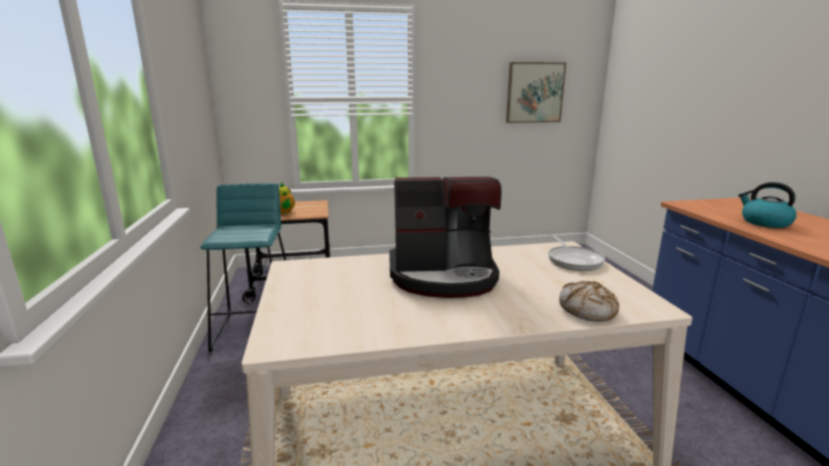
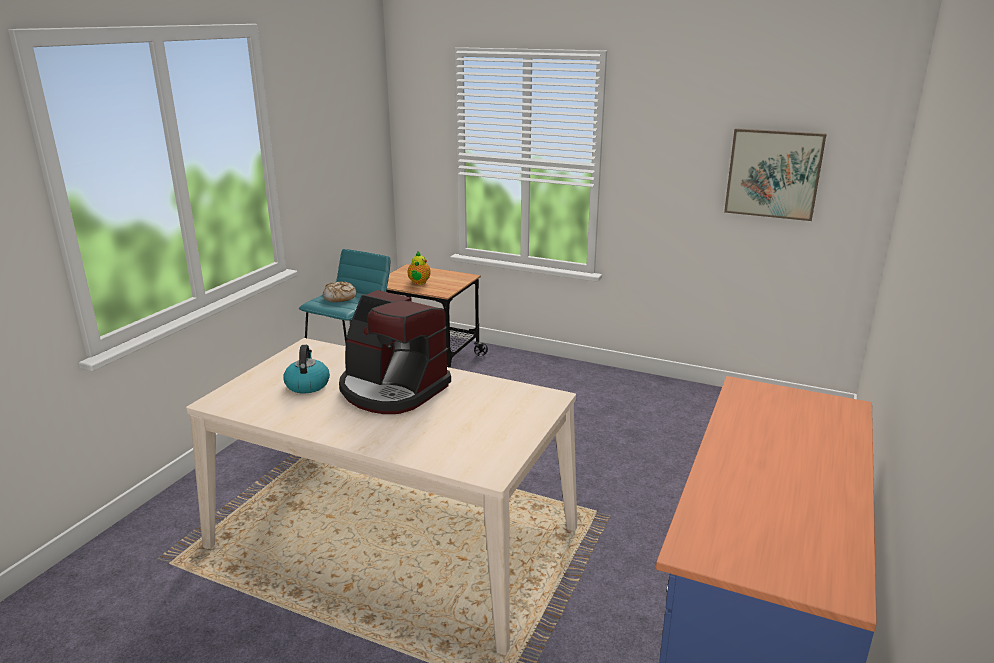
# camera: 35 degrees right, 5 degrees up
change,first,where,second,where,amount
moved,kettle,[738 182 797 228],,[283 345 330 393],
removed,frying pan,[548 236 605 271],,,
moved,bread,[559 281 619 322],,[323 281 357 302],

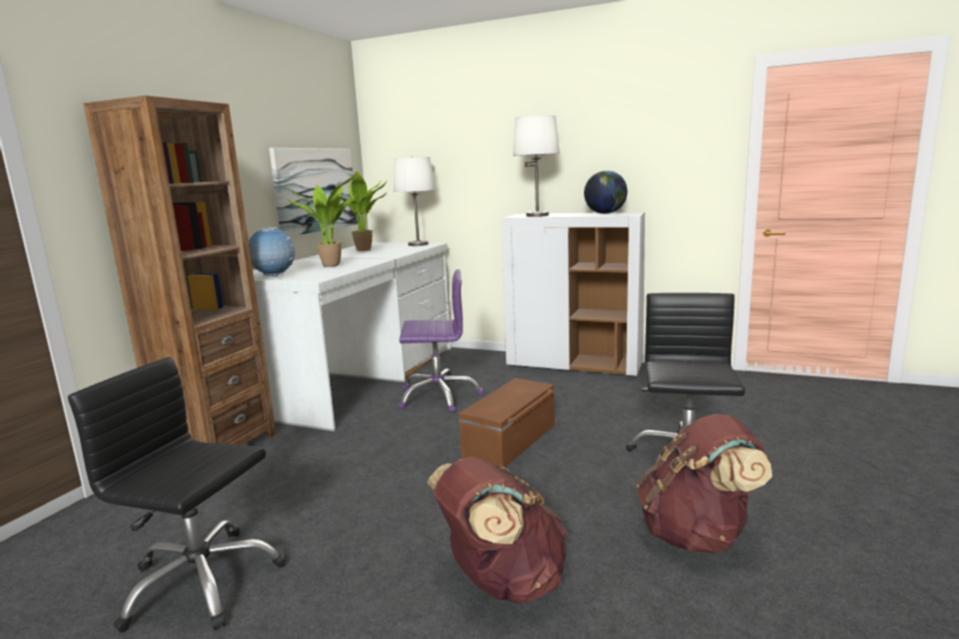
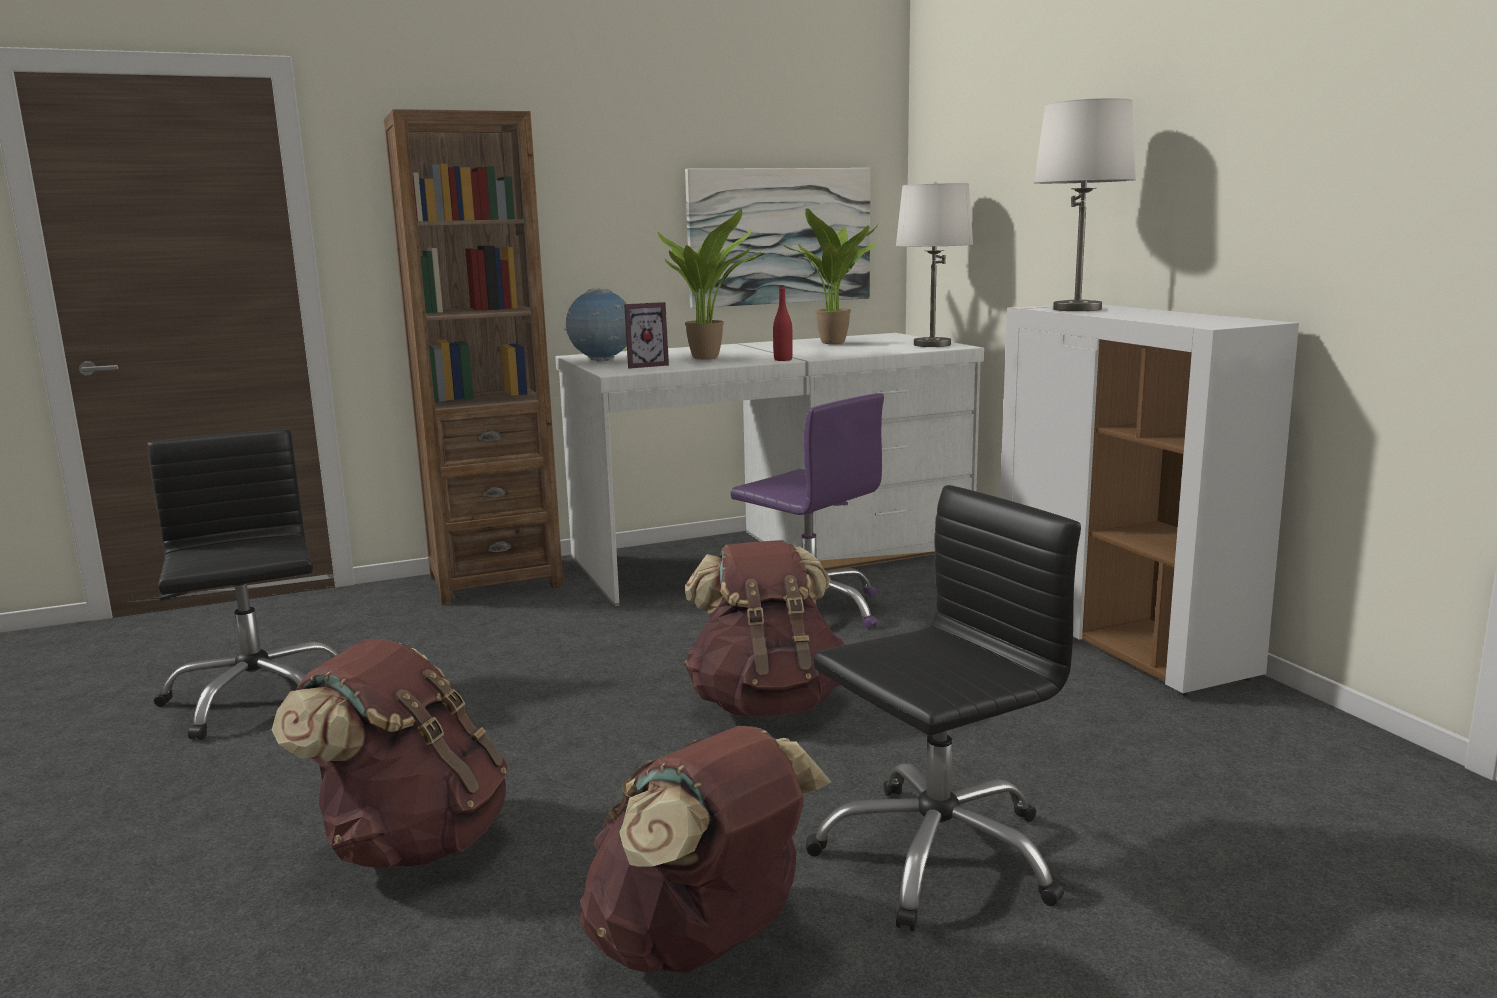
# camera: 45 degrees right, 0 degrees up
change,first,where,second,where,amount
removed,world globe,[584 171 627 214],,,
replaced,storage box (brownish),[459 378 555 467],rucksack (brownish),[684 540 845 717],
added,,,beverage bottle (red-coloured),[773 285 793 361],
added,,,picture frame,[624 302 669 369],

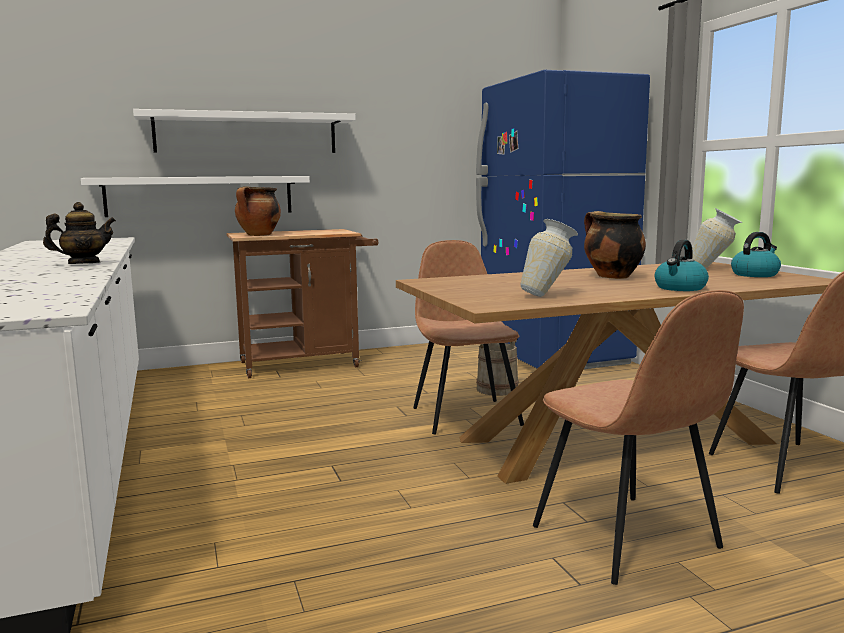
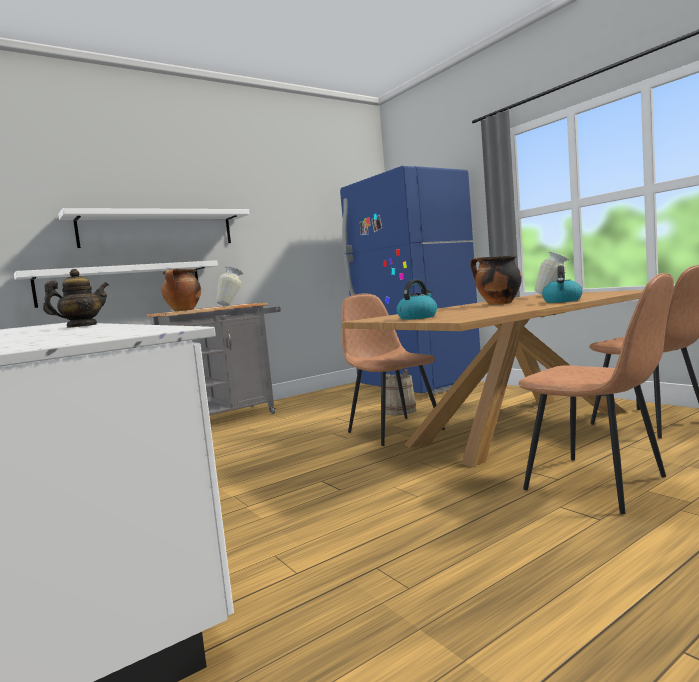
# camera: 15 degrees left, 5 degrees down
change,first,where,second,where,amount
moved,vase,[520 219 578 297],,[216 266 243 306],
recoloured,trolley (brownish),[226 229 378 378],trolley (grey),[147 303 281 415],
moved,kettle,[731 232 781 277],,[397 279 437 320],

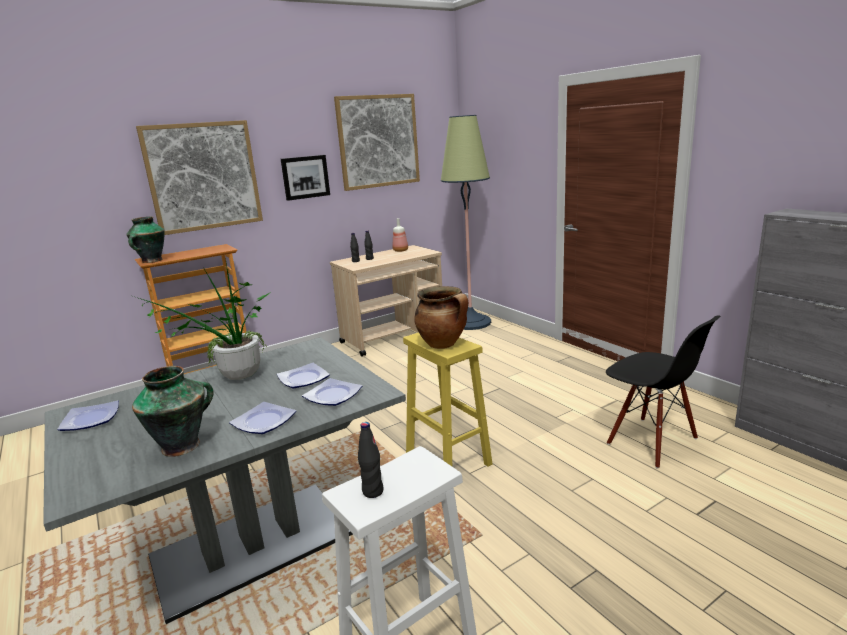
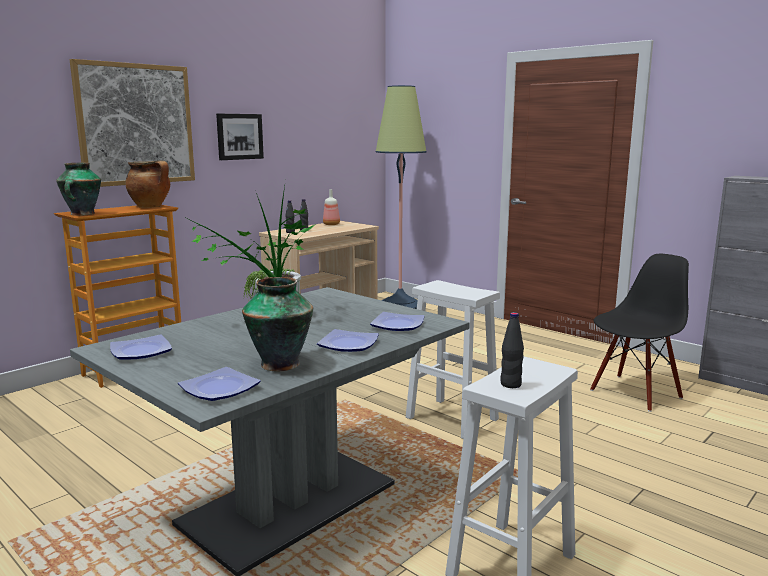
# camera: 15 degrees left, 5 degrees down
change,first,where,second,where,amount
removed,wall picture,[334 94 420 191],,,
moved,saucepot,[414 286 468 349],,[126 161 170 208],
turned,plain chair (blackish),[606 316 720 469],,[590 254 689 412],75 degrees counterclockwise
recoloured,sitting stool (yellow-coloured),[403 332 492 467],sitting stool (white-coloured),[406 280 500 439],
moved,plate,[277 363 330 388],,[178 367 261 401],

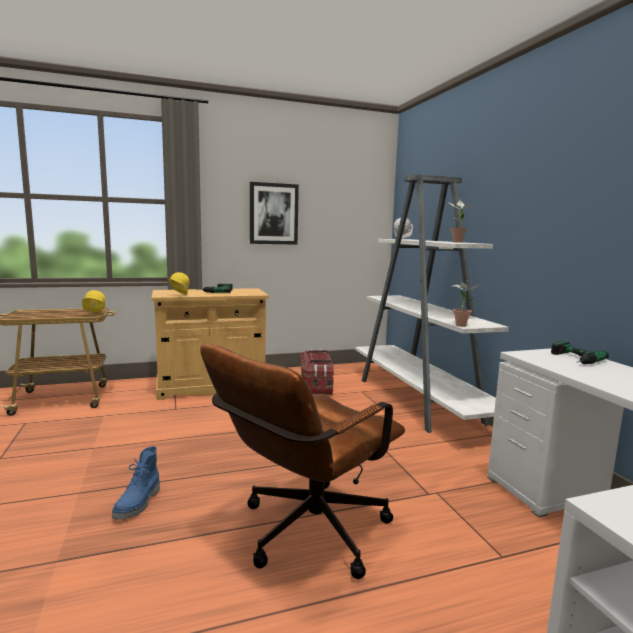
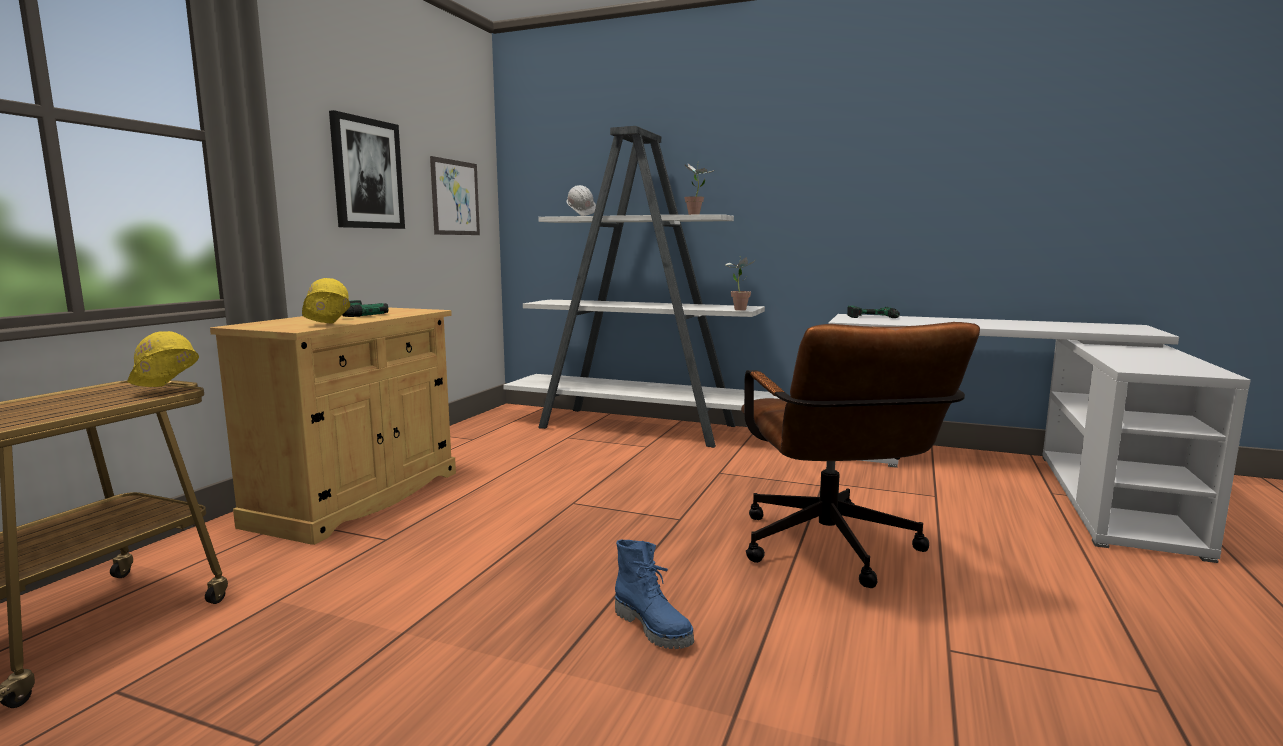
# camera: 50 degrees left, 0 degrees up
change,first,where,second,where,amount
removed,storage box,[300 349 334 395],,,
added,,,wall picture,[430 156 480 235],

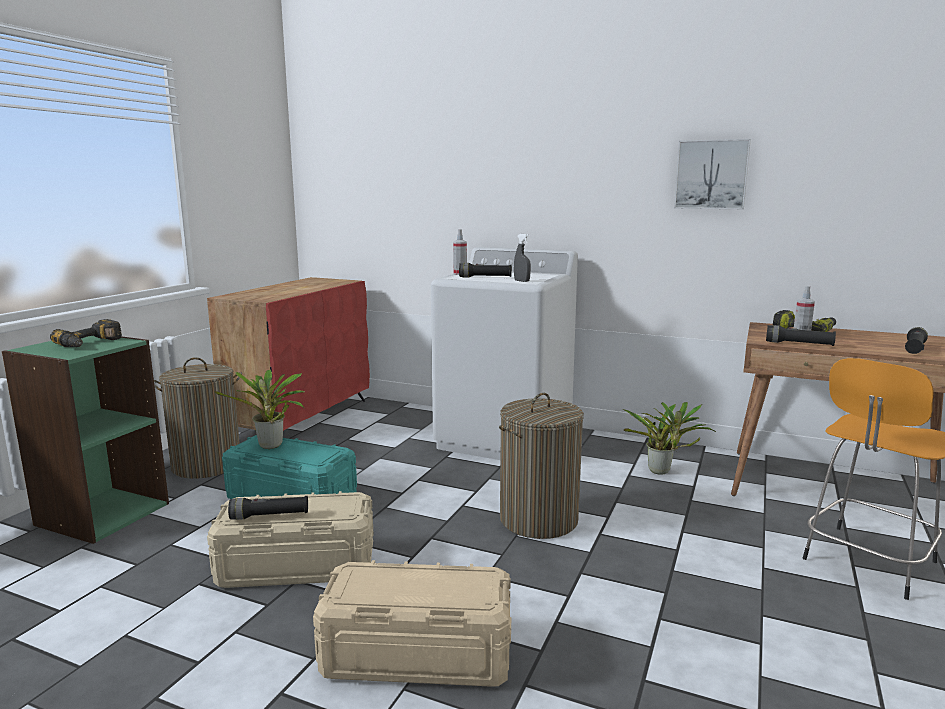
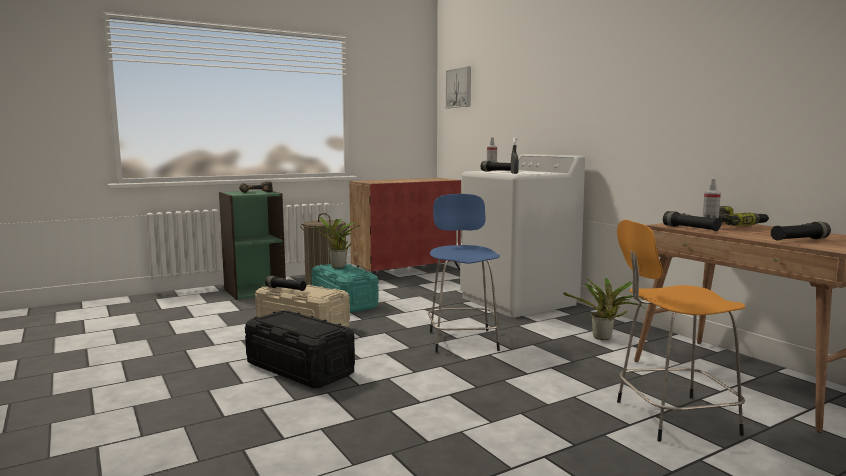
# camera: 35 degrees right, 5 degrees down
change,first,where,second,where,amount
moved,wall picture,[674 139 751 209],,[445 66 471 108],
replaced,laundry basket,[499 393 584 539],sitting stool (bluish),[428 194 500 353],
recoloured,storage box (sand-coloured),[313 560 511 687],storage box (blackish),[245 310 355 388],

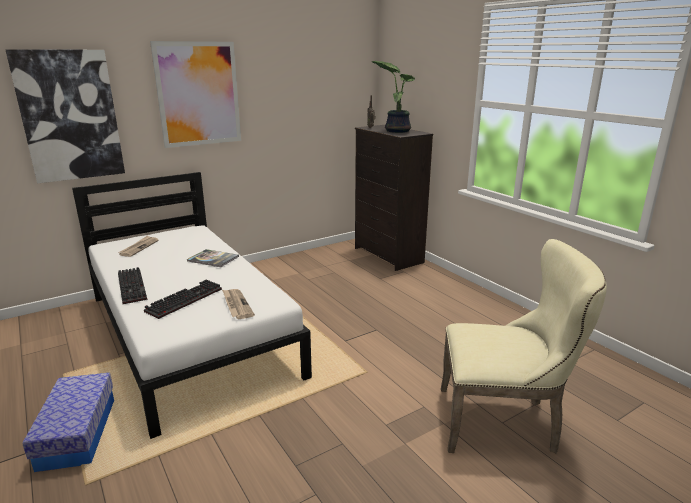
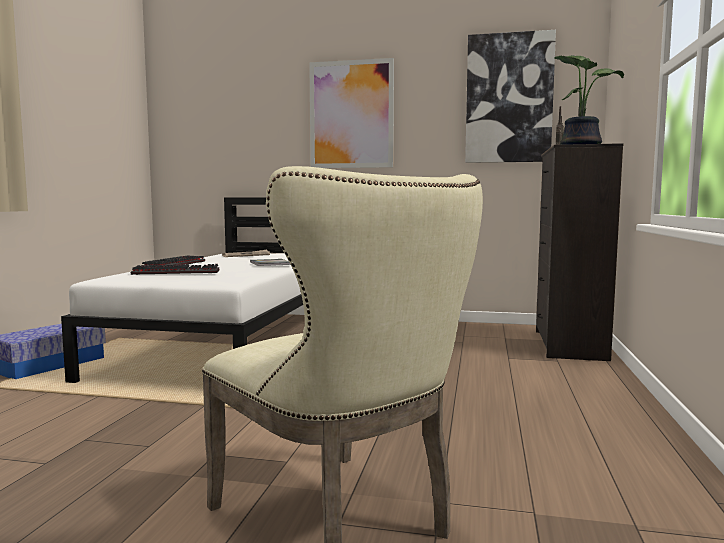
# camera: 45 degrees right, 15 degrees down
change,first,where,second,where,amount
moved,wall picture,[6 50 125 183],,[465 30 556 163],
removed,newspaper,[222 289 255 319],,,

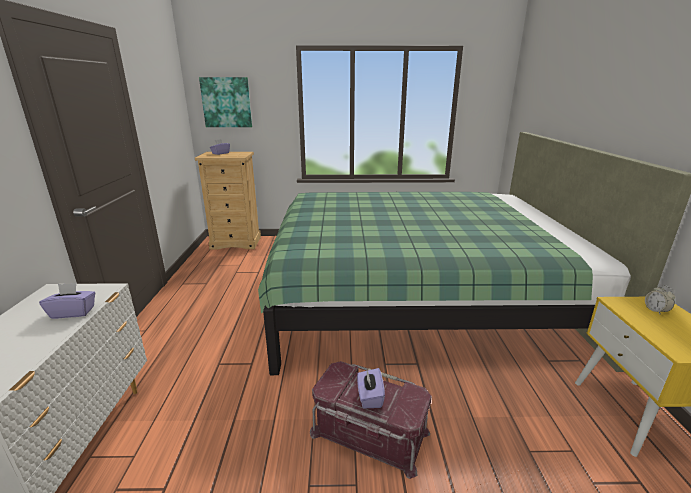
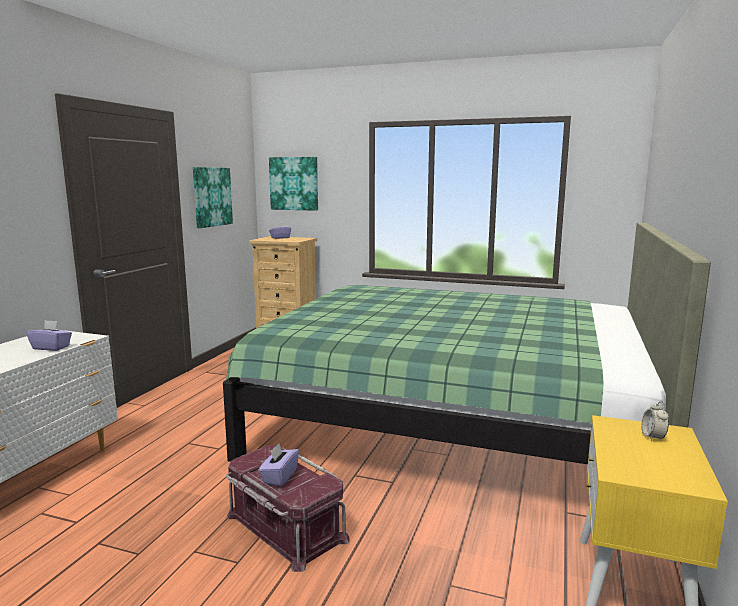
# camera: 20 degrees right, 10 degrees down
change,first,where,second,where,amount
added,,,wall picture,[193 167 233 228],

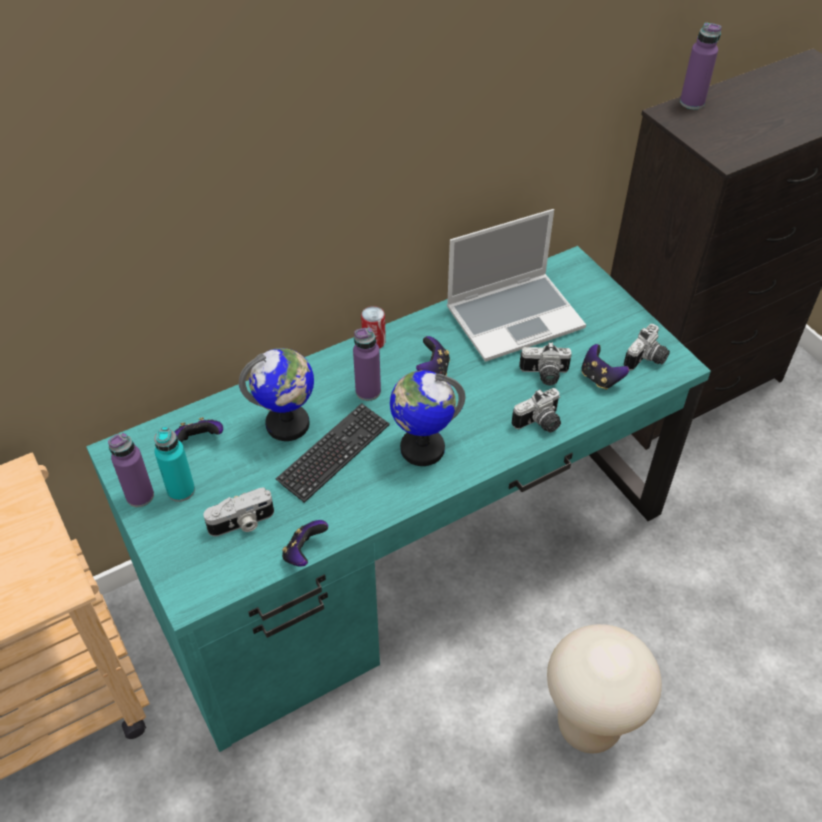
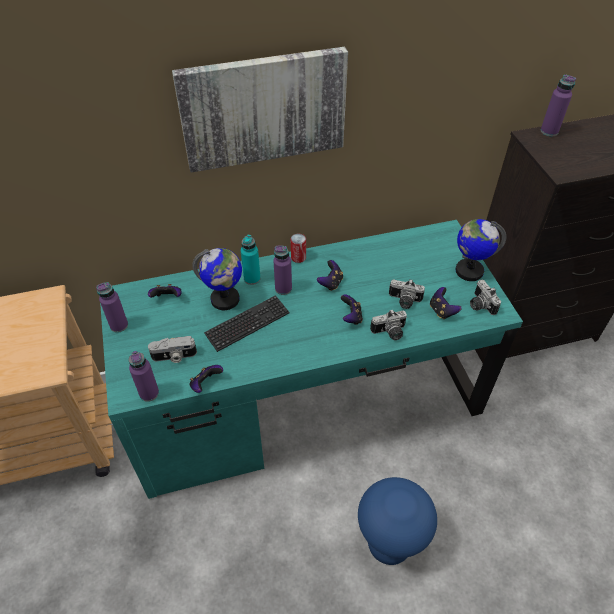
# camera: 15 degrees right, 0 degrees up
change,first,where,second,where,amount
removed,portable computer,[447 209 586 362],,,
turned,still camera,[624 324 670 370],,[470 280 501 315],105 degrees clockwise
moved,world globe,[390 370 465 466],,[456 219 506 281],
moved,beverage bottle (blue-green),[154 427 195 502],,[241 235 261 285],
recoloured,sitting stool (sand-coloured),[547 624 662 753],sitting stool (bluish),[358 477 437 565],
added,,,wall picture,[172 47 348 173],
added,,,gamepad,[341 294 363 325],
added,,,beverage bottle (purplish),[129 351 159 402],

